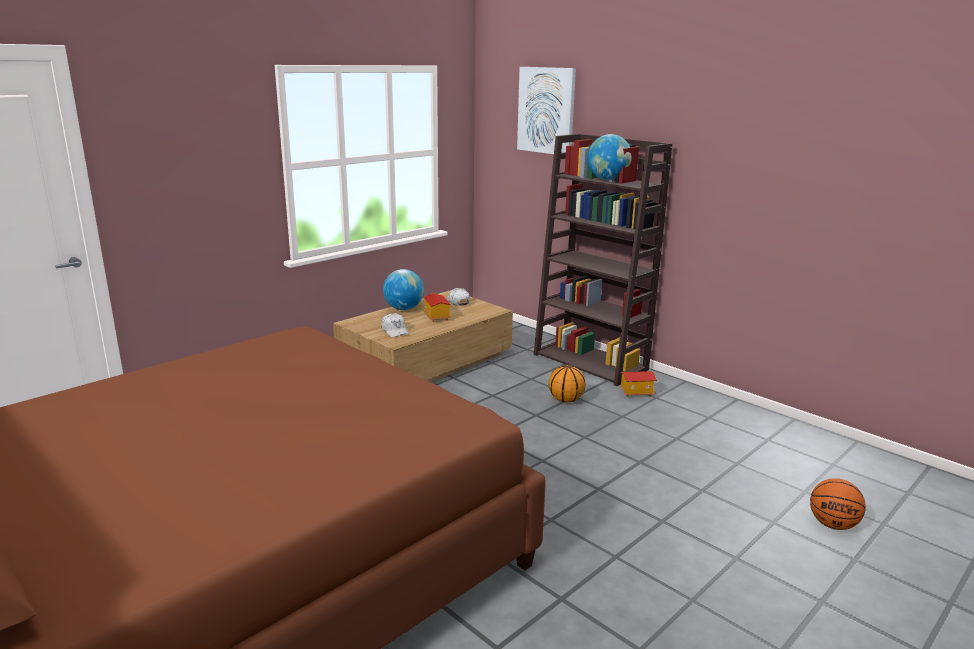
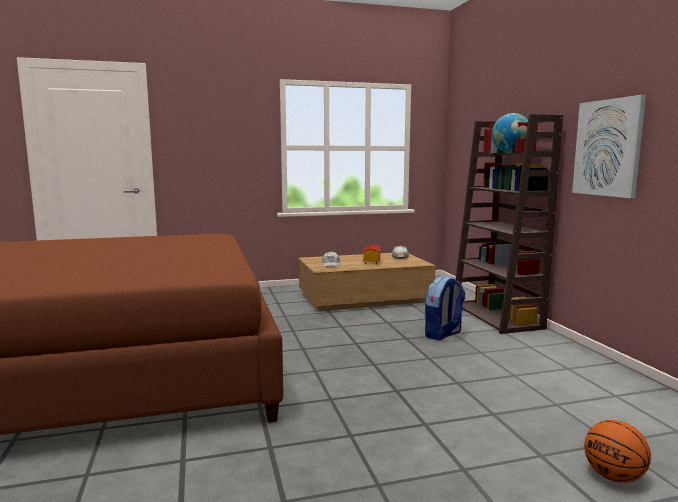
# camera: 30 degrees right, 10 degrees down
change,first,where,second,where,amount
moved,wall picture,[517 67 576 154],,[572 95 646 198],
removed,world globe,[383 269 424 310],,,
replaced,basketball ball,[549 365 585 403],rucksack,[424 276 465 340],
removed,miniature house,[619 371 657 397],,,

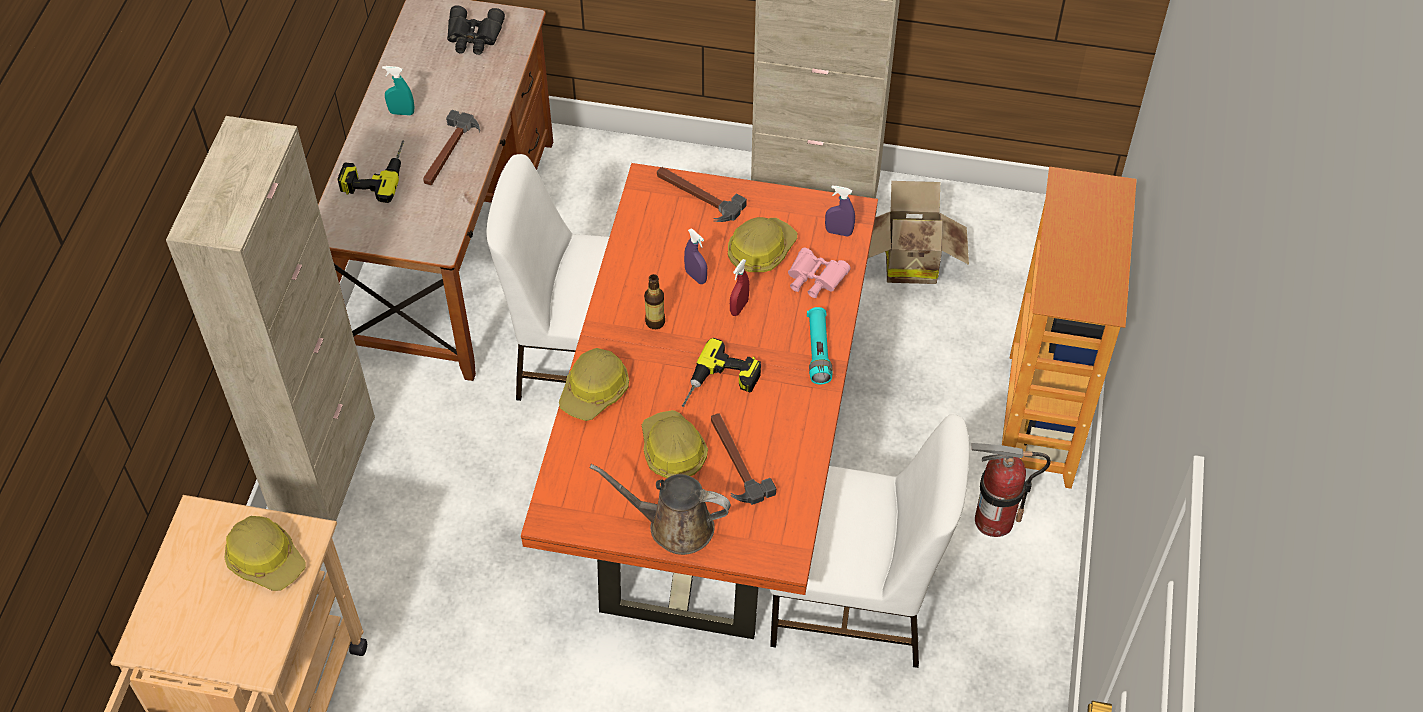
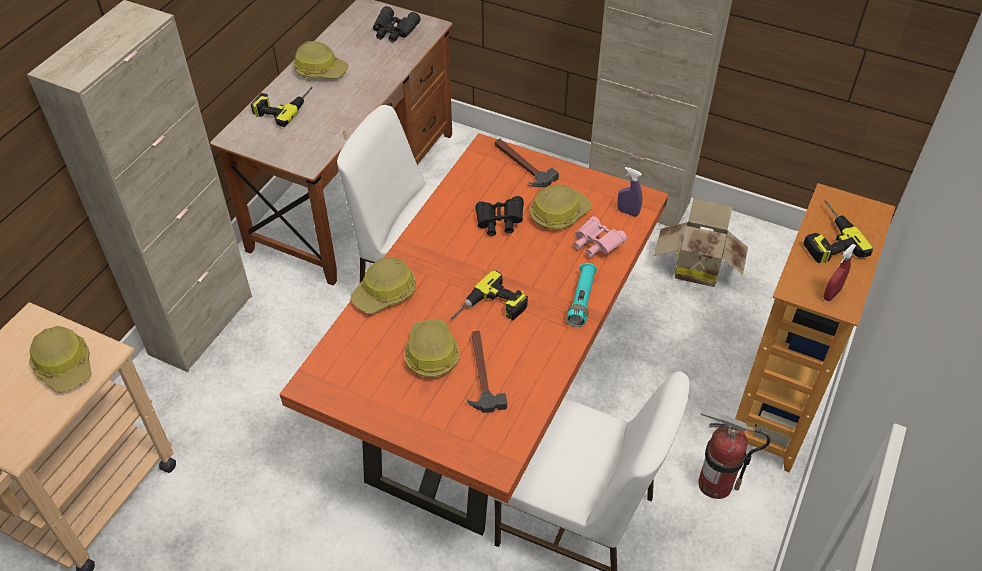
# camera: 15 degrees right, 5 degrees down
change,first,where,second,where,amount
replaced,sprayer (blue-green),[382 66 414 116],hard hat,[293 41 349 79],
removed,hand hammer,[423 110 480 185],,,
replaced,sprayer (purplish),[684 229 707 284],field glasses (blackish),[475 196 524 236],
moved,sprayer (red-coloured),[730 259 749 316],,[823 244 856 301],
removed,beverage bottle,[644 274 665 329],,,
removed,sprinkling can (brownish),[590 464 731 555],,,
added,,,electric drill,[803 200 873 263],

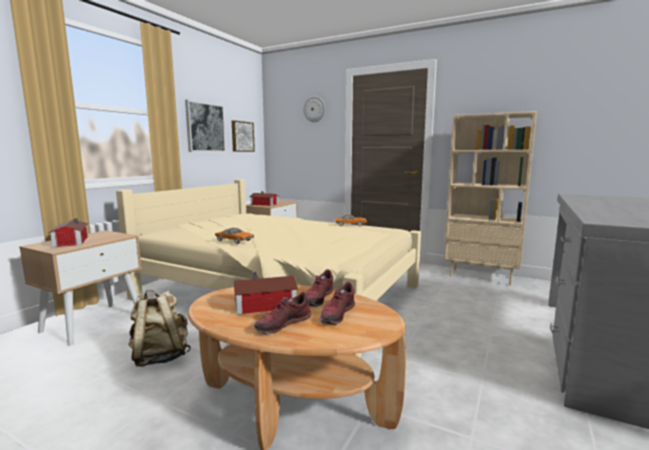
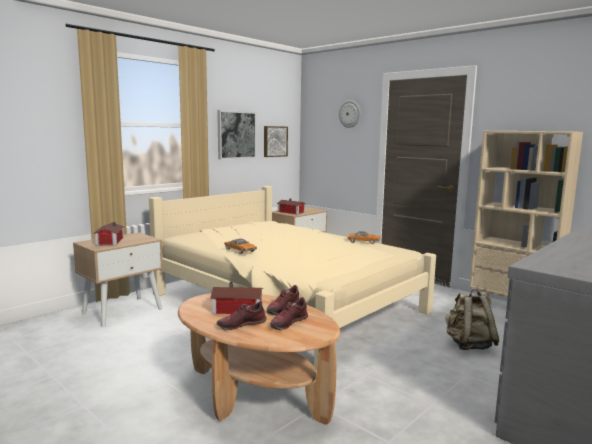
# camera: 15 degrees right, 0 degrees up
change,first,where,second,where,amount
moved,rucksack (sand-coloured),[128 290 191 367],,[445 289 499 350],

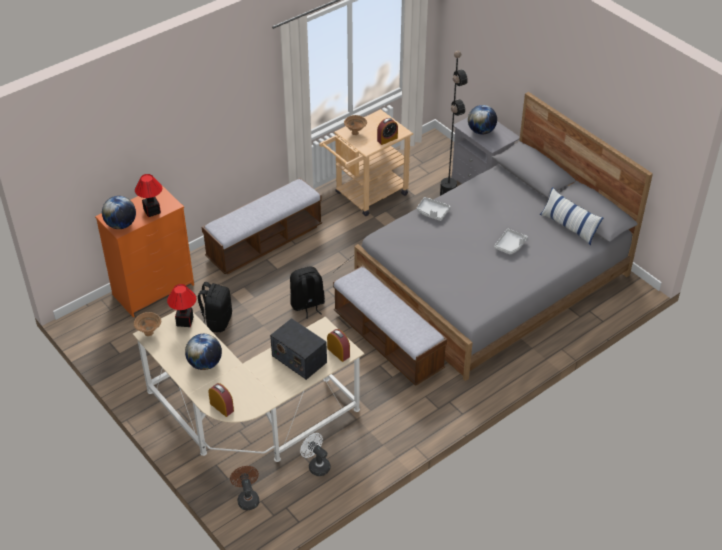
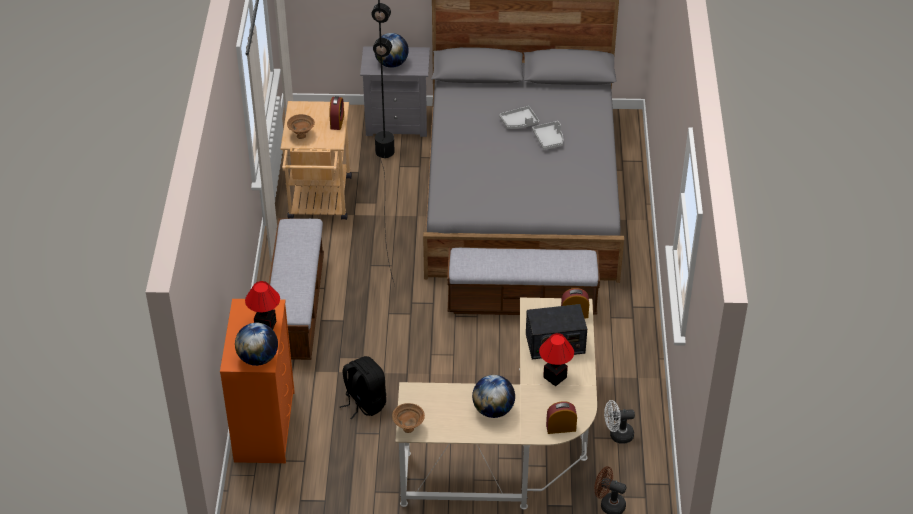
# camera: 50 degrees left, 0 degrees up
change,first,where,second,where,amount
removed,cushion,[540 187 603 245],,,
moved,carrying tray (grey),[417 197 450 221],,[499 106 539 129],
removed,rucksack (blackish),[290 267 325 319],,,
moved,tabletop lamp,[167 284 196 327],,[539 333 574 386],

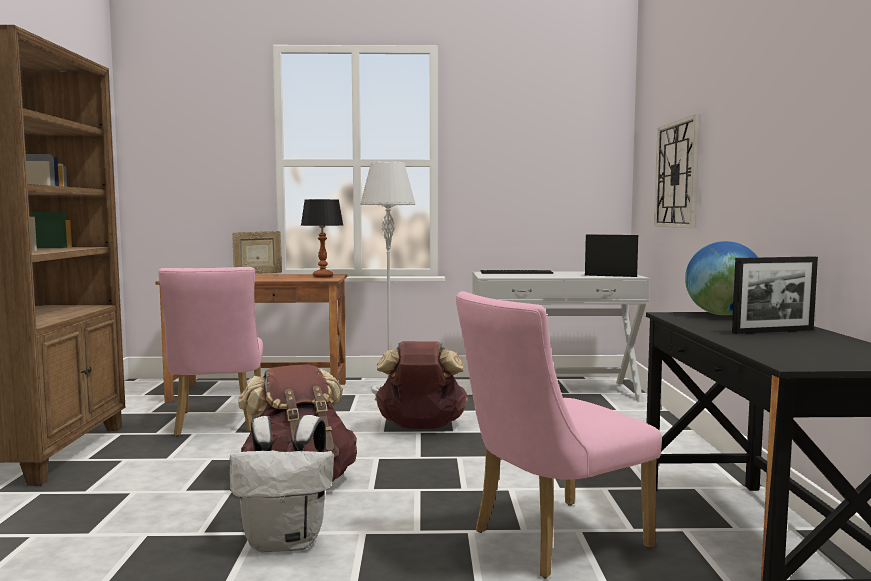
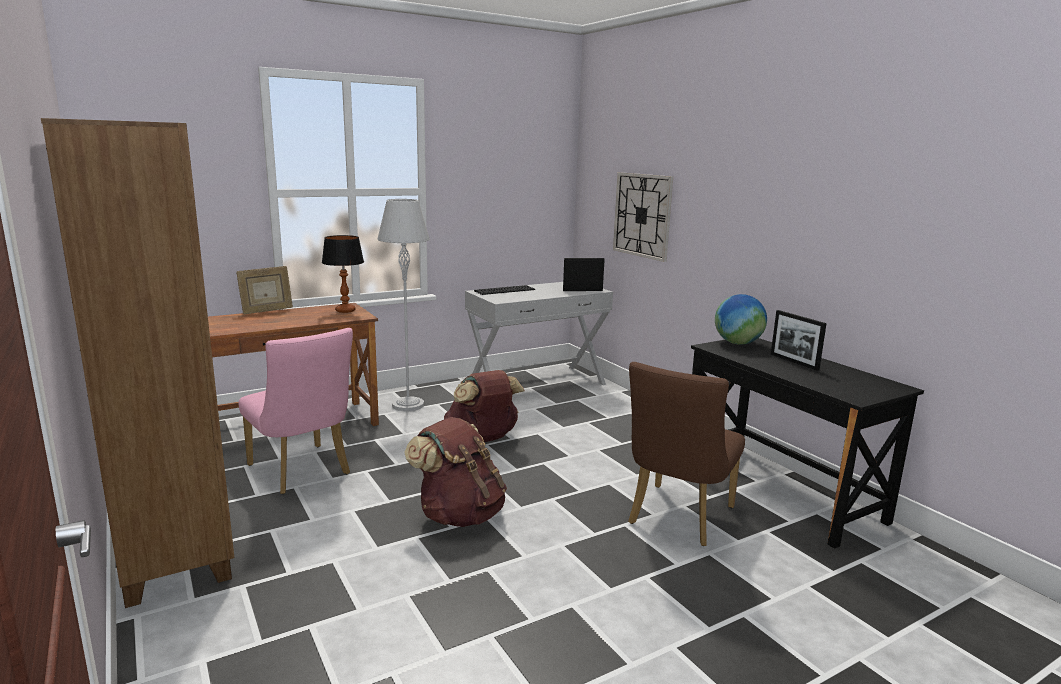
# camera: 30 degrees left, 10 degrees up
change,first,where,second,where,amount
turned,picture frame,[732 256 818 334],,[771 310 827 371],105 degrees clockwise
recoloured,plain chair (pink-coloured),[456 291 662 578],plain chair (brownish),[628 362 745 546],
removed,rucksack (white-coloured),[230 415 334 552],,,

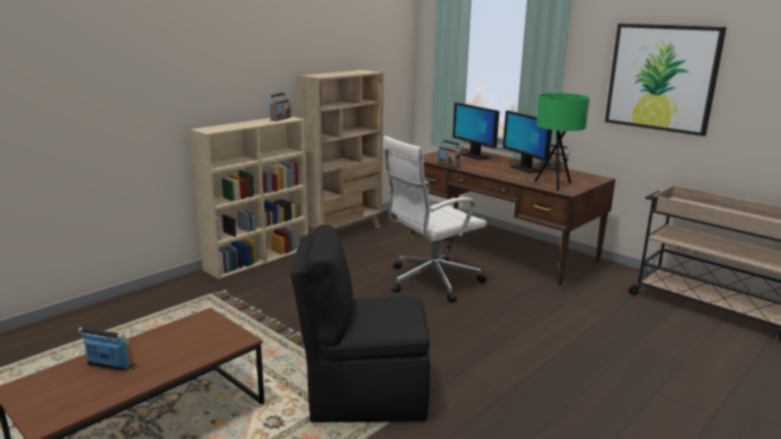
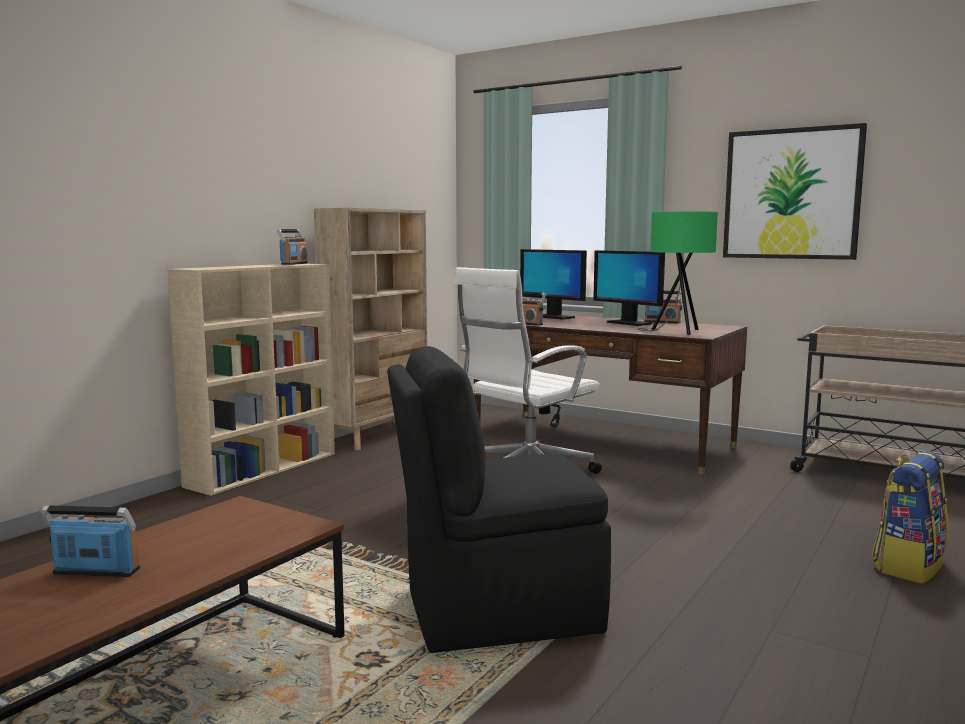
# camera: 10 degrees left, 10 degrees down
change,first,where,second,where,amount
added,,,rucksack,[872 451 949 584],

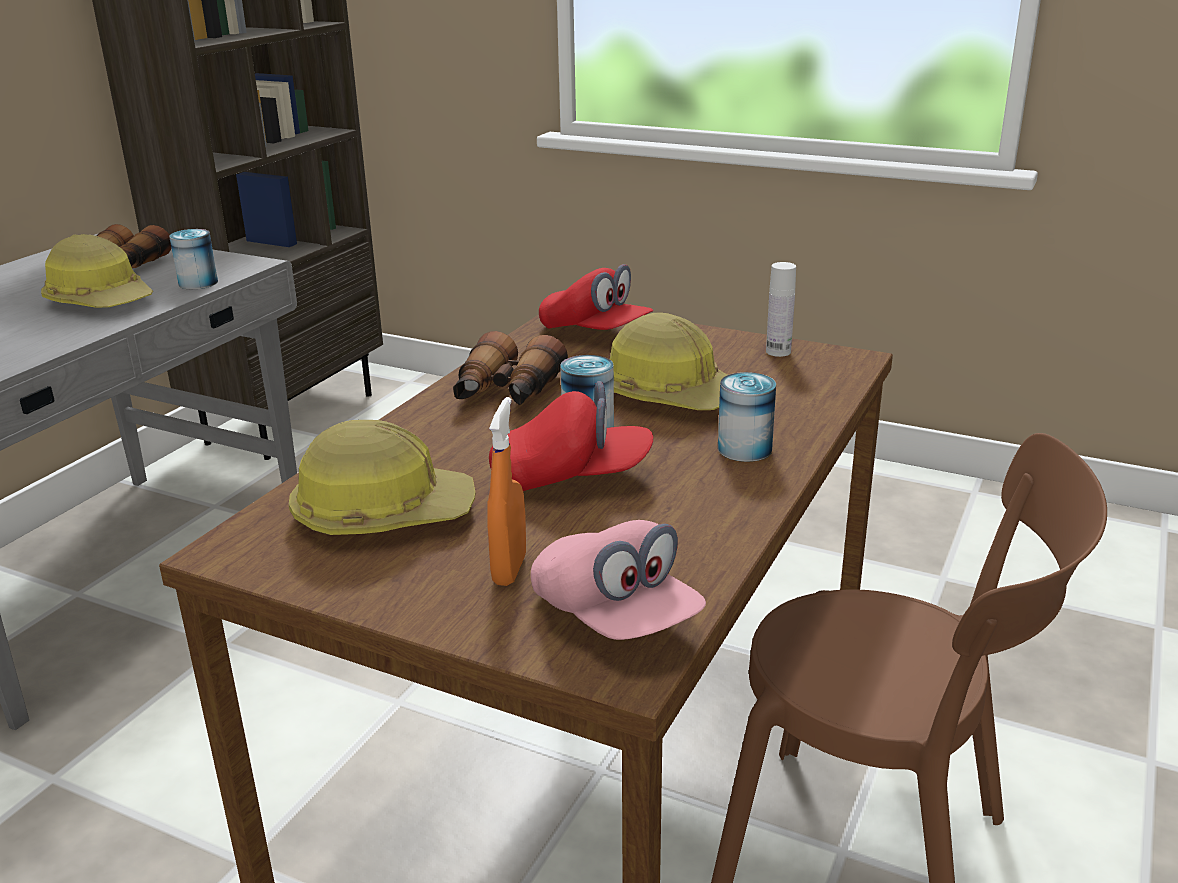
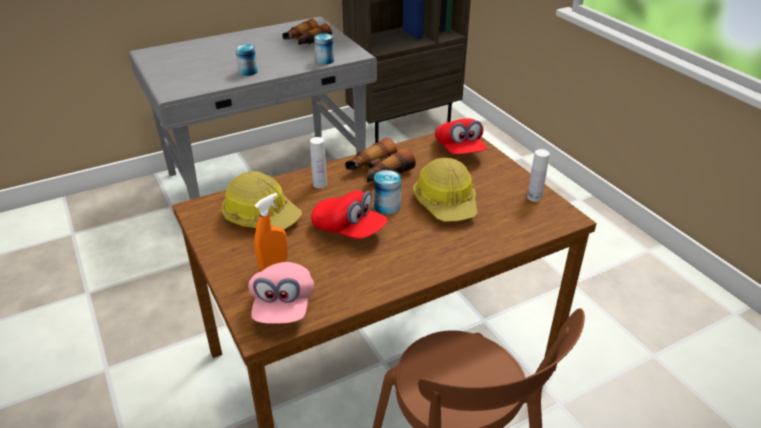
# camera: 35 degrees right, 10 degrees up
change,first,where,second,where,amount
removed,hard hat,[41 234 153 308],,,
moved,can,[718 372 776 462],,[235 44 258 76],
added,,,beverage bottle (white-coloured),[310 137 327 188],

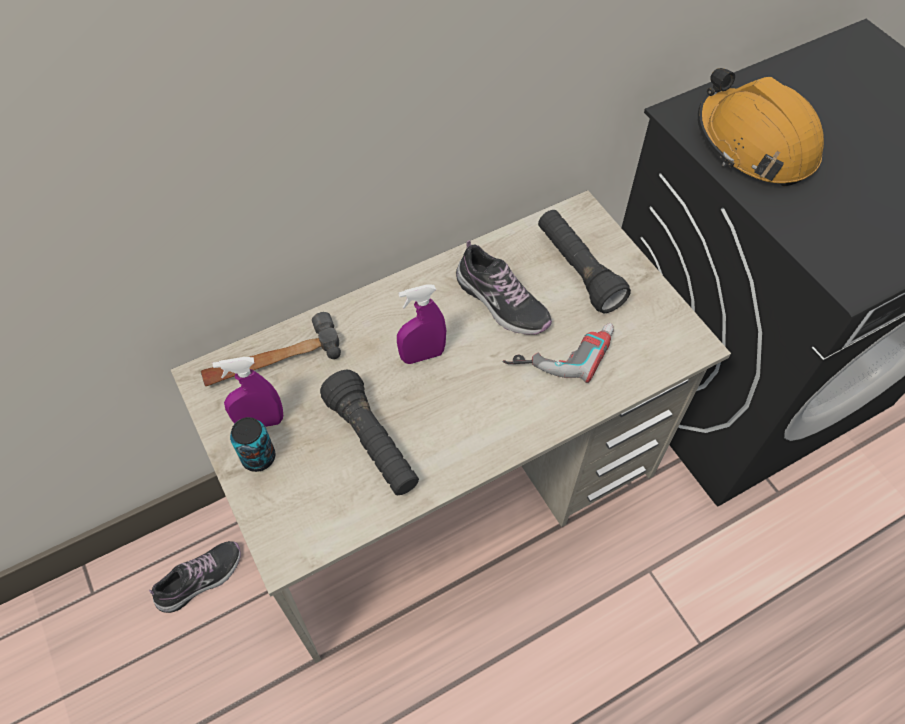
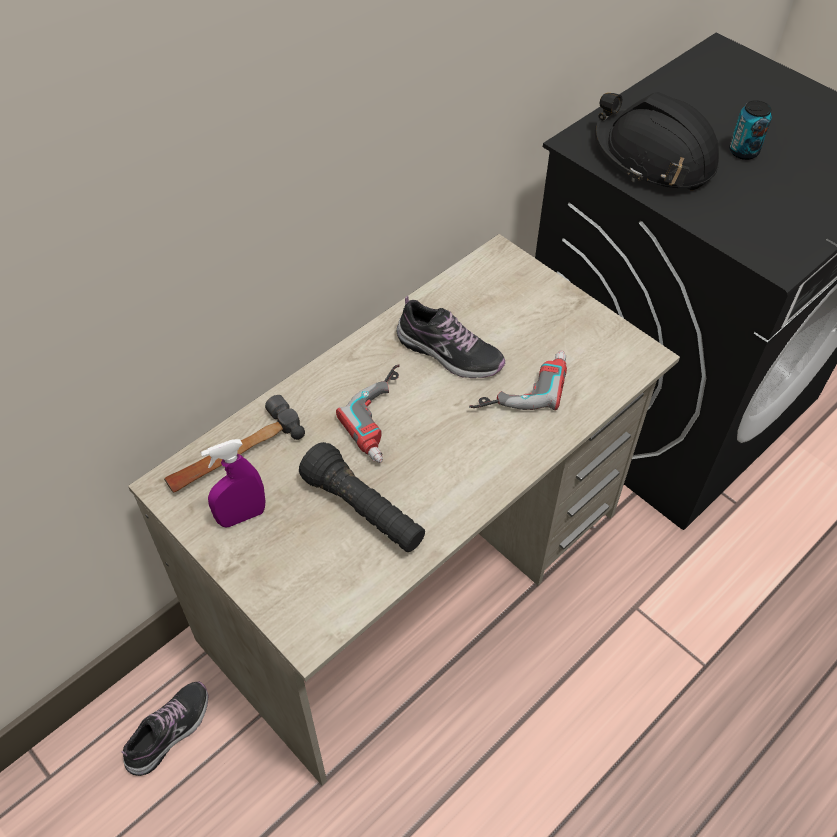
# camera: 15 degrees left, 5 degrees down
change,first,where,second,where,amount
recoloured,hard hat (orangey),[698 68 824 187],hard hat (blackish),[595 92 719 191],
removed,hand torch (blackish),[538 210 631 313],,,
replaced,sprayer (purplish),[397 284 446 364],electric drill,[336 364 400 463],
moved,can,[230 417 275 472],,[729 100 772 160],

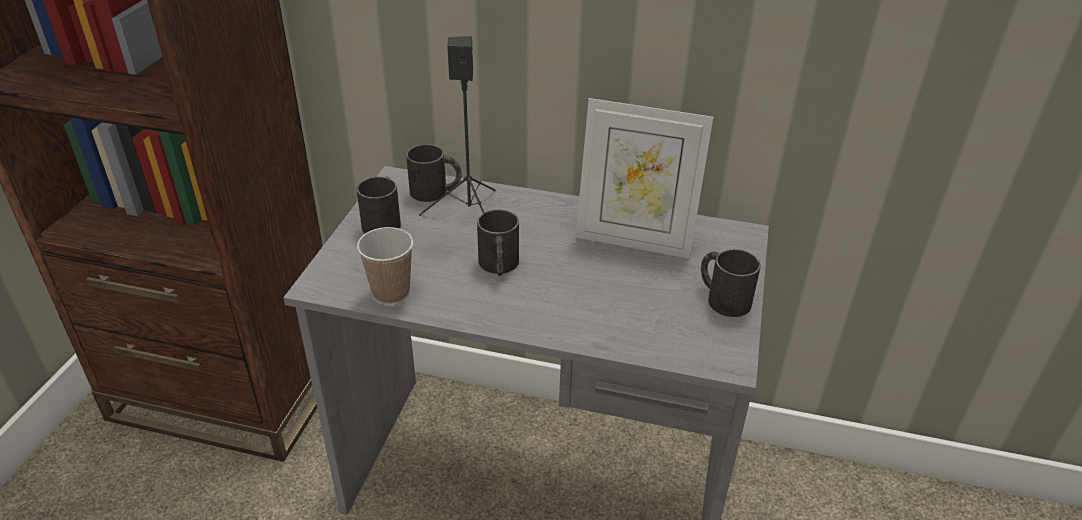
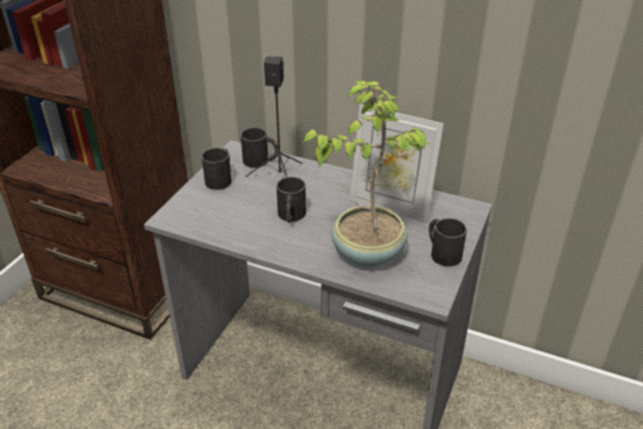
# camera: 10 degrees right, 0 degrees up
change,first,where,second,where,amount
removed,small cup,[357 227 413 304],,,
added,,,plant in a pot,[302 81 430 267],

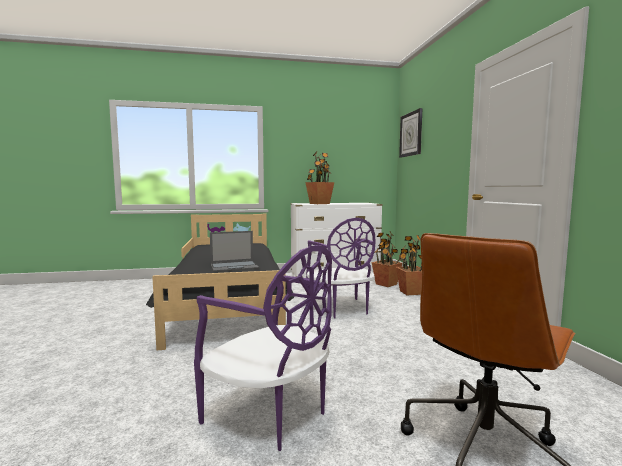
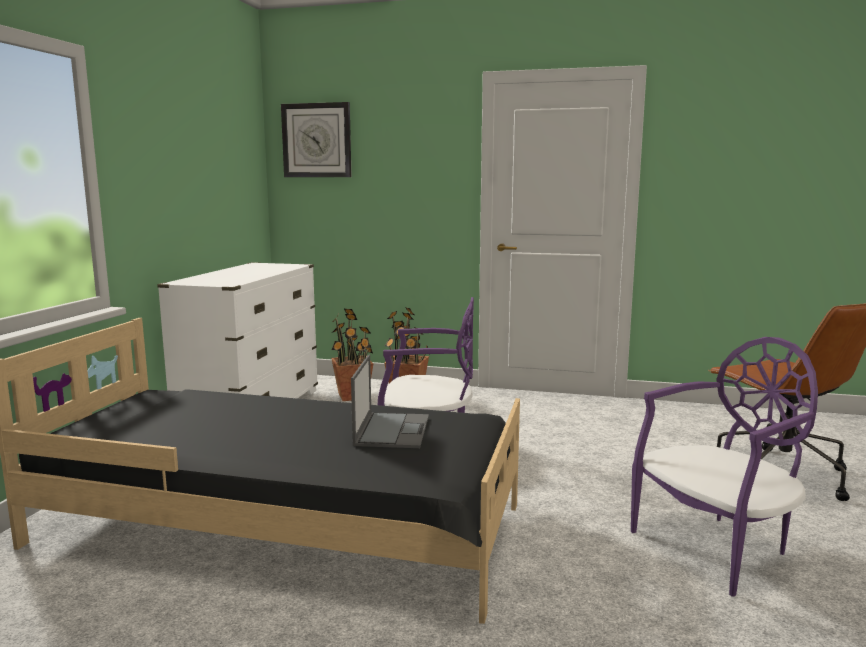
# camera: 65 degrees left, 5 degrees up
change,first,where,second,where,amount
removed,plant in a pot,[305 151 334 204],,,

